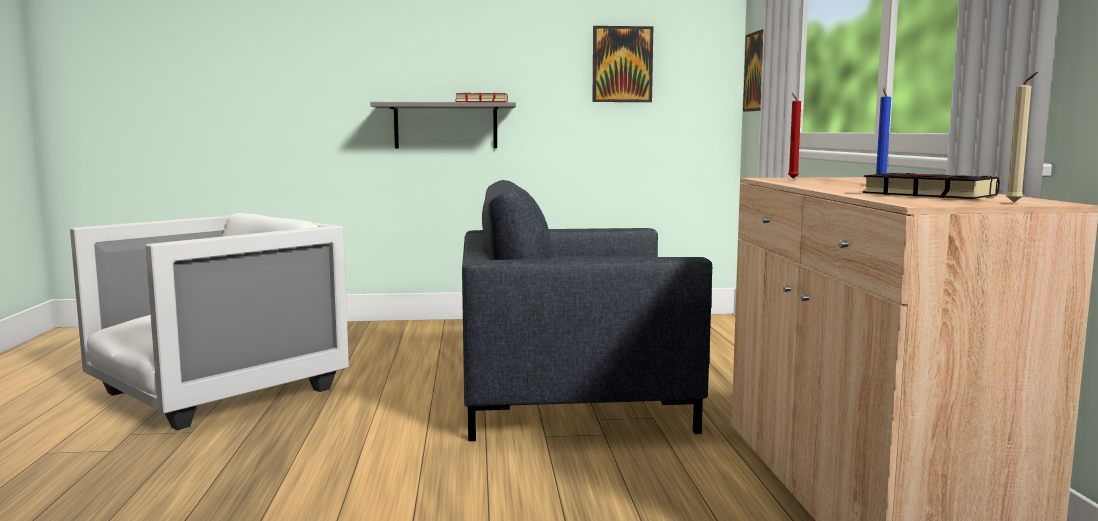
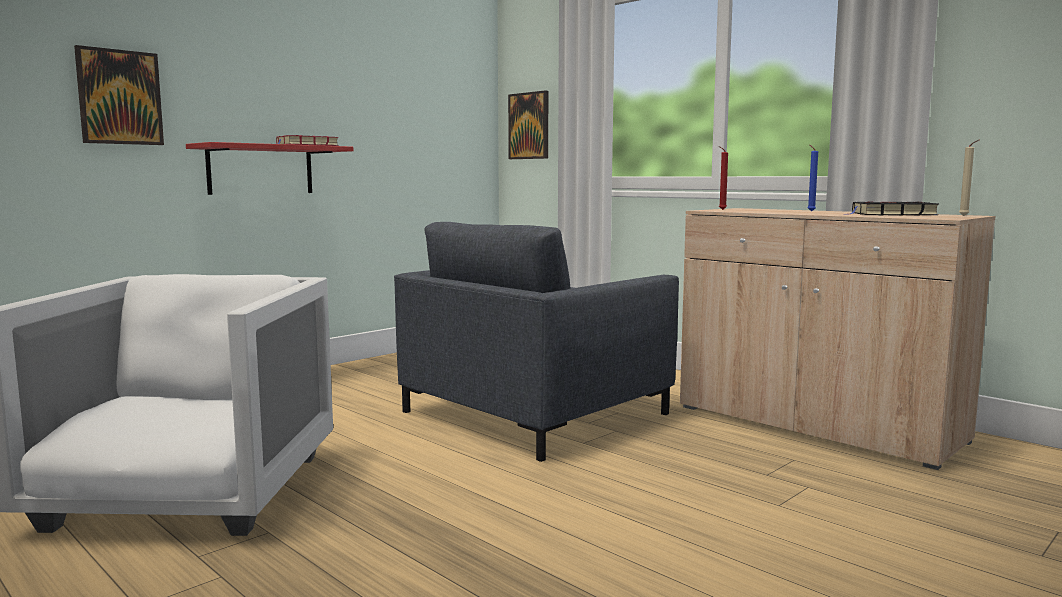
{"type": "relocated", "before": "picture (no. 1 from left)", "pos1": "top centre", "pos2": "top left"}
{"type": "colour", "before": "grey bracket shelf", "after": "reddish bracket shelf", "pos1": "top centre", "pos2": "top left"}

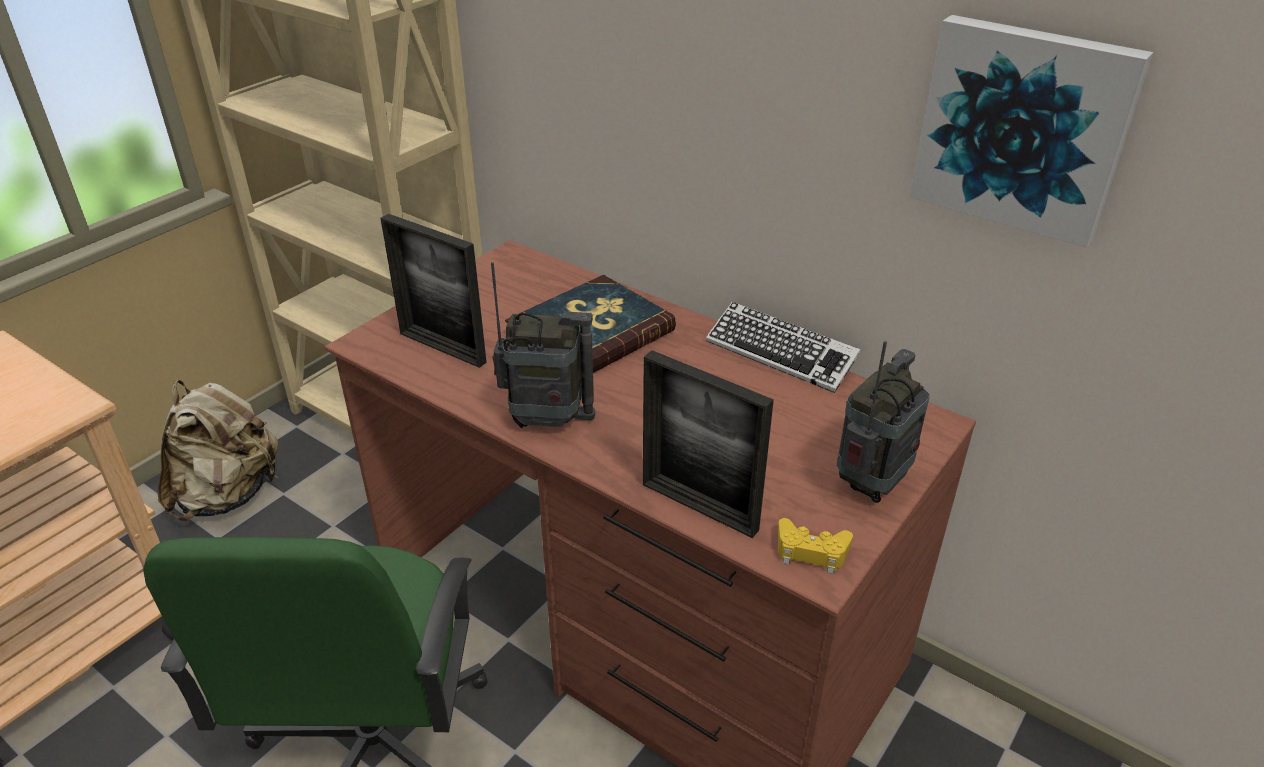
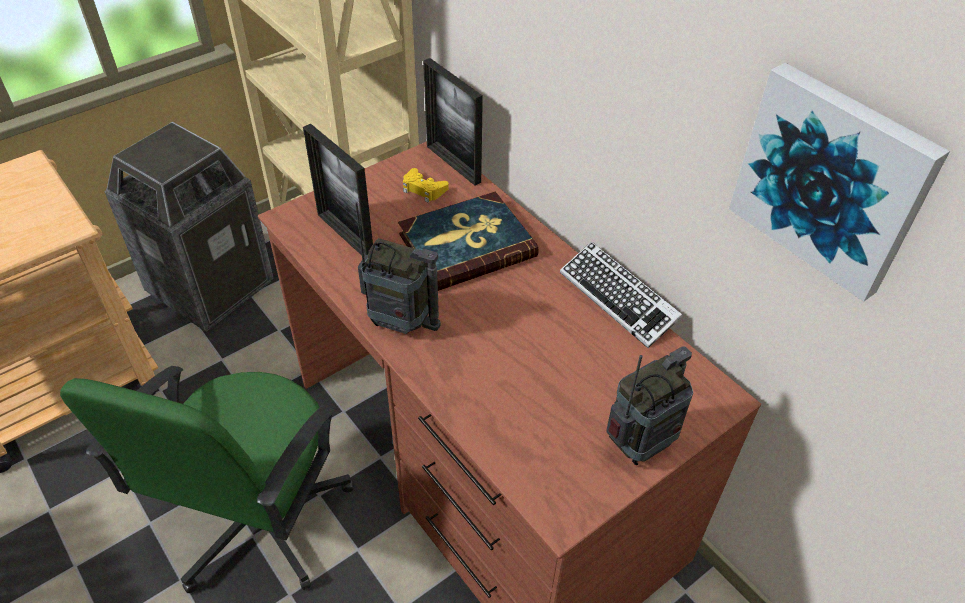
{"type": "relocated", "before": "picture frame (no. 2 from left)", "pos1": "centre", "pos2": "top centre"}
{"type": "exchanged", "before": "beige-coloured knapsack", "after": "rubbish bin", "pos1": "middle left", "pos2": "middle left"}
{"type": "relocated", "before": "yellowish joypad", "pos1": "bottom centre", "pos2": "top centre"}

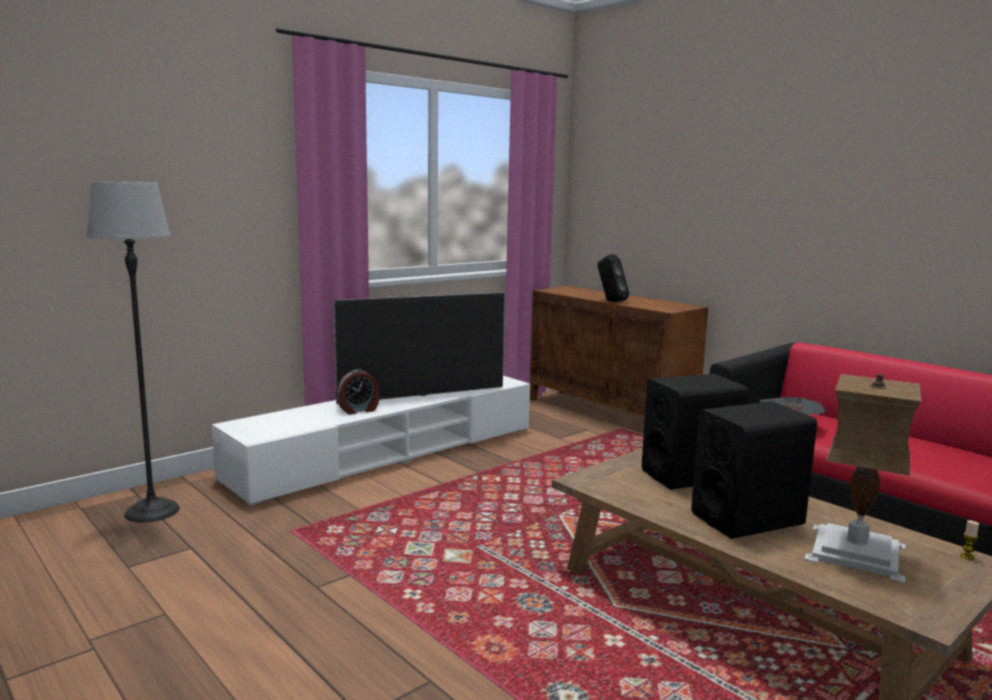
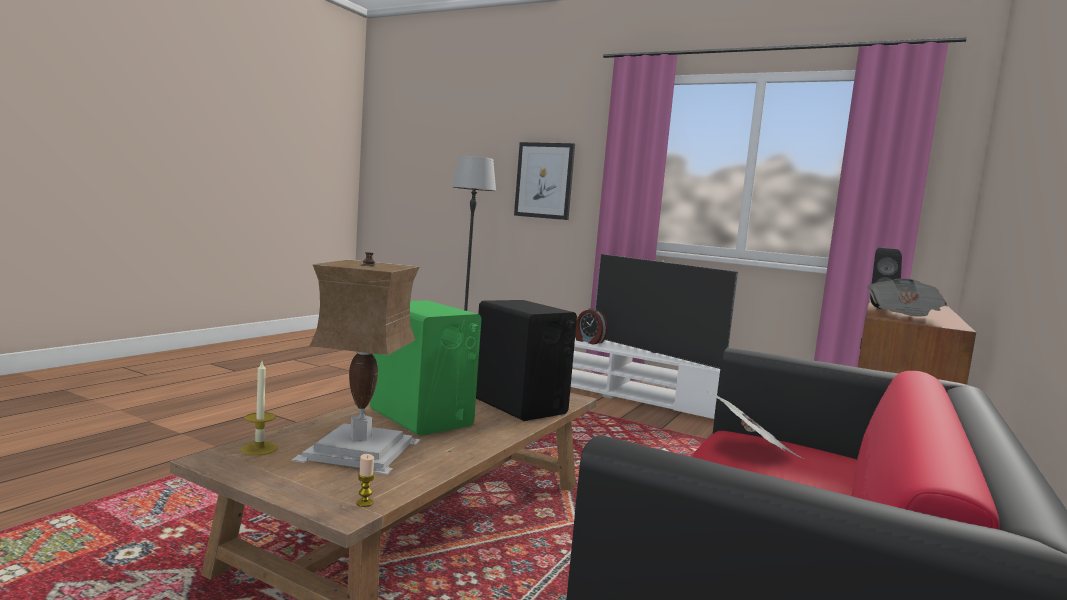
{"type": "colour", "before": "black speaker (no. 3 from left)", "after": "green speaker", "pos1": "bottom right", "pos2": "centre"}
{"type": "appeared", "after": "picture", "pos2": "top centre"}
{"type": "appeared", "after": "printed paper (no. 2 from left)", "pos2": "middle right"}
{"type": "appeared", "after": "candle (no. 1 from left)", "pos2": "bottom left"}

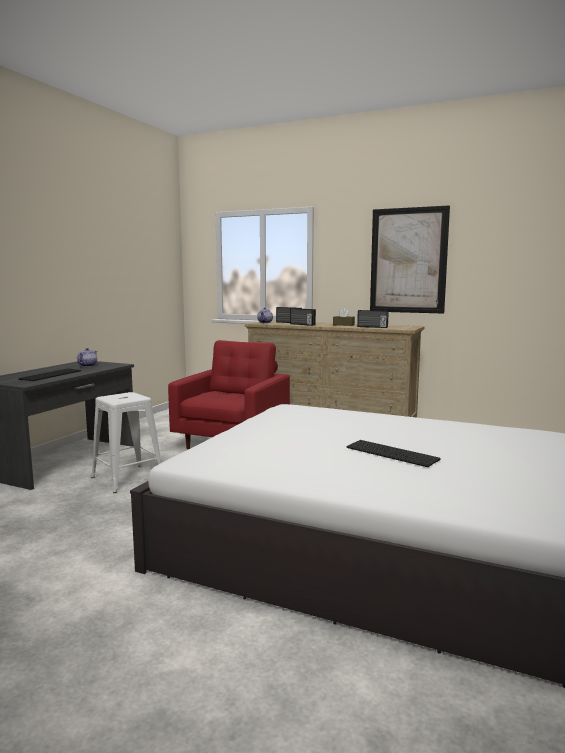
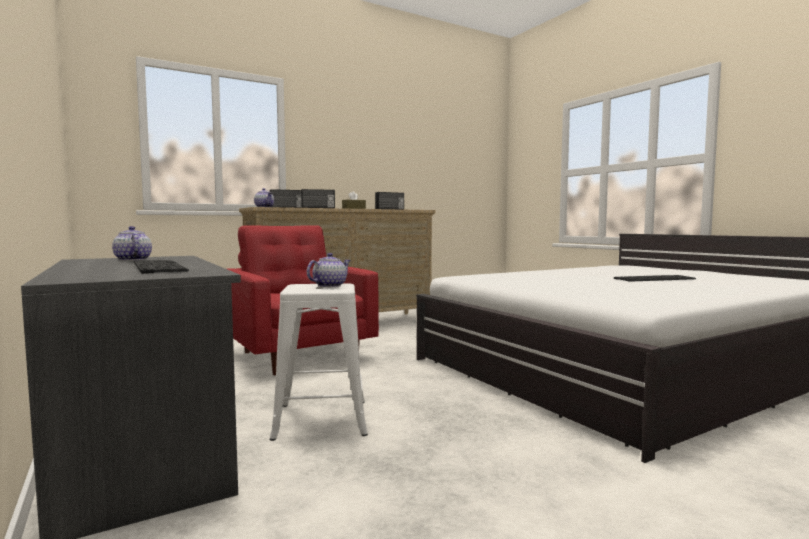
{"type": "missing", "before": "picture", "pos1": "middle right"}
{"type": "appeared", "after": "teapot (no. 3 from left)", "pos2": "centre"}

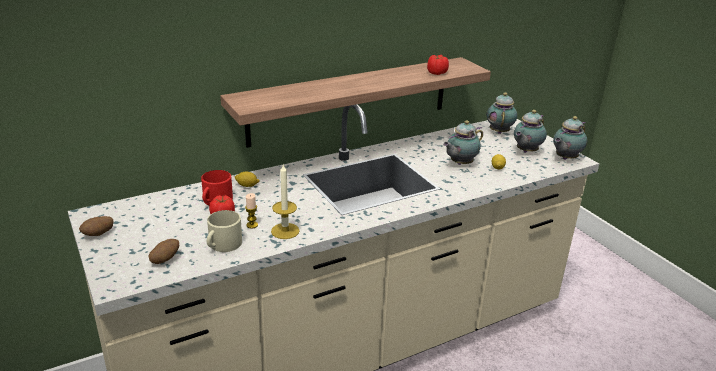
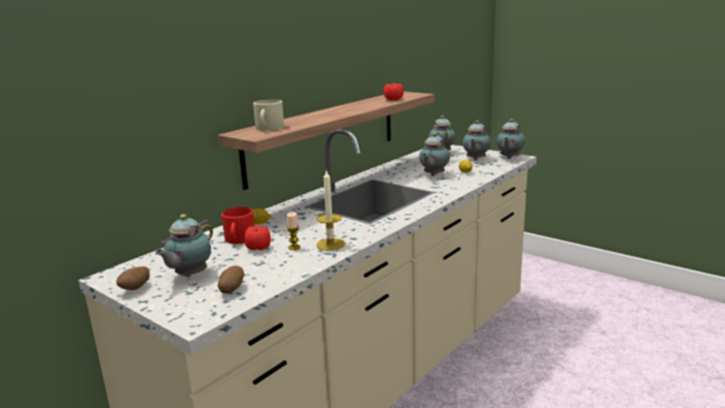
{"type": "relocated", "before": "beige-coloured tea mug", "pos1": "middle left", "pos2": "top centre"}
{"type": "appeared", "after": "teapot (no. 1 from left)", "pos2": "middle left"}

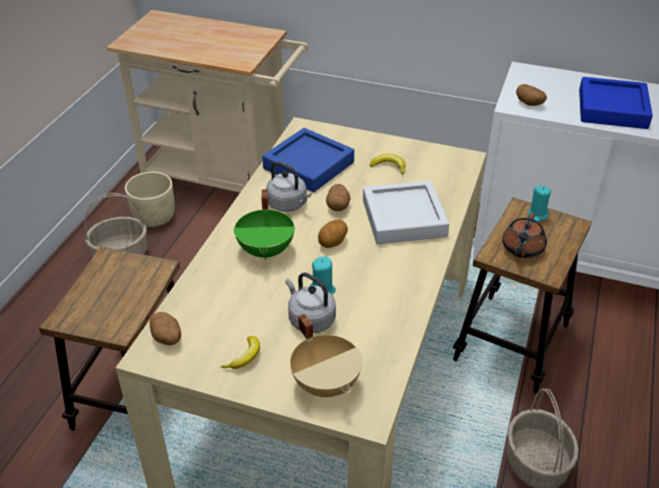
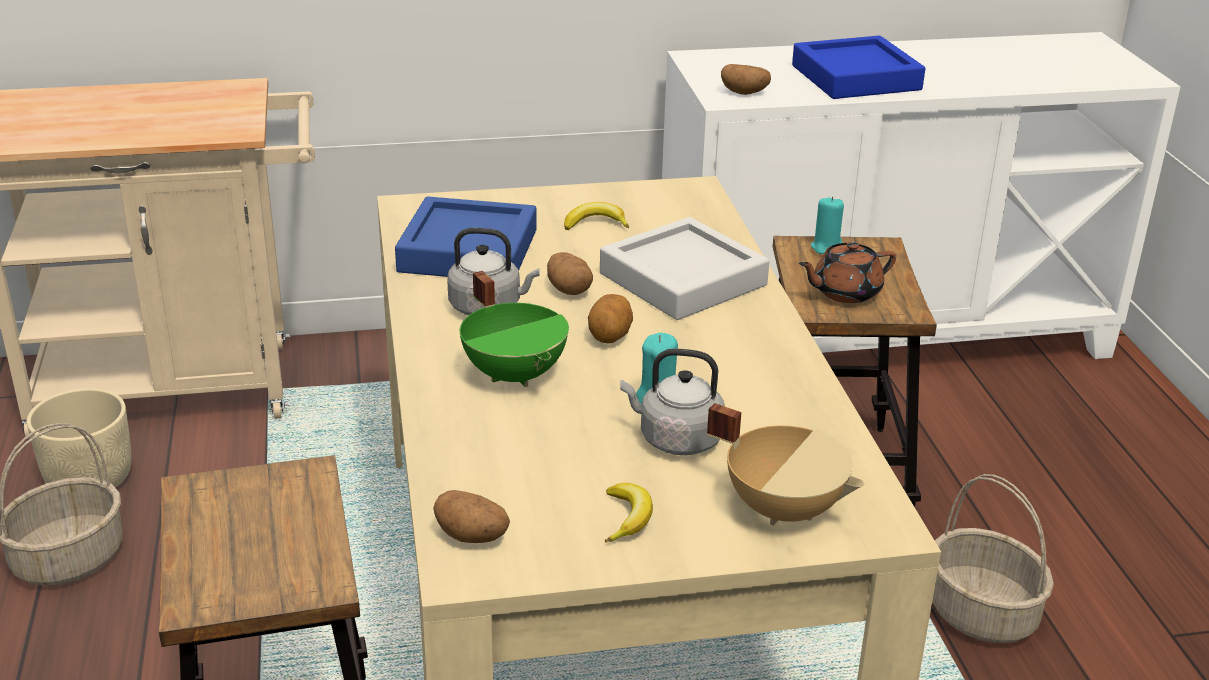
{"type": "spun", "before": "brownish teapot", "pos1": "middle right", "pos2": "middle right", "turn": 75}

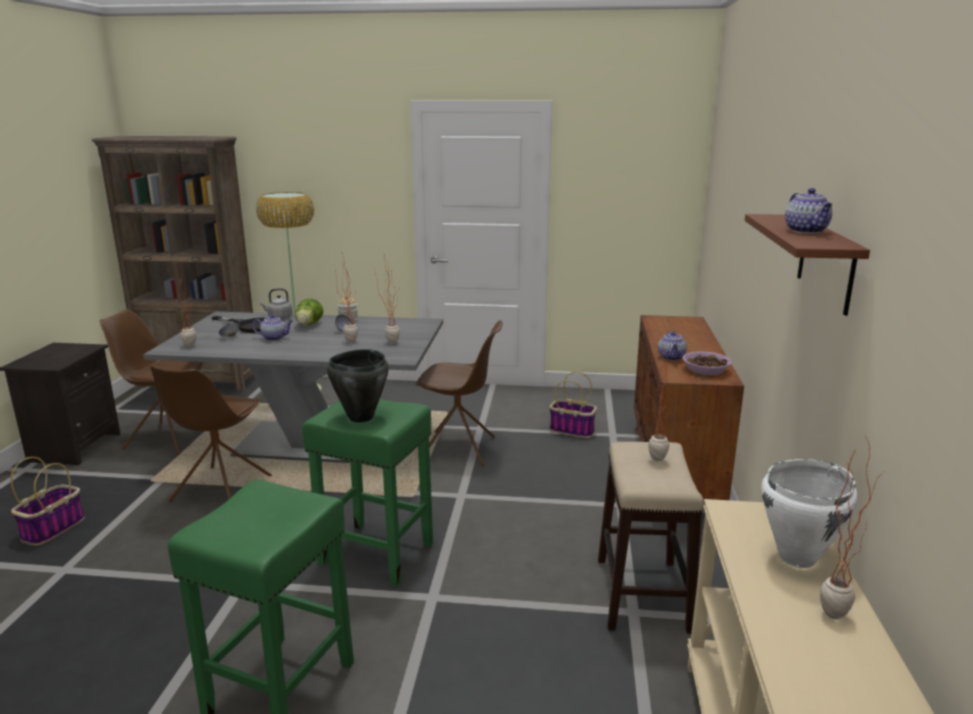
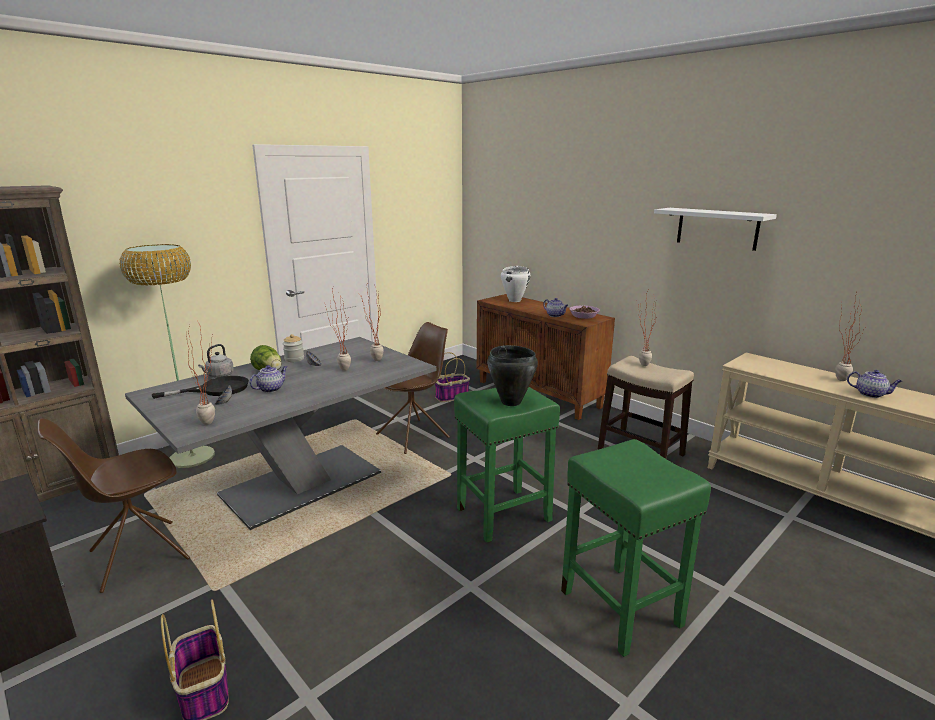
{"type": "relocated", "before": "teapot (no. 3 from left)", "pos1": "top right", "pos2": "middle right"}
{"type": "colour", "before": "brownish bracket shelf", "after": "whitish bracket shelf", "pos1": "middle right", "pos2": "top right"}
{"type": "missing", "before": "brownish plain chair (no. 2 from left)", "pos1": "middle left"}
{"type": "relocated", "before": "whitish cooking pot", "pos1": "bottom right", "pos2": "centre"}

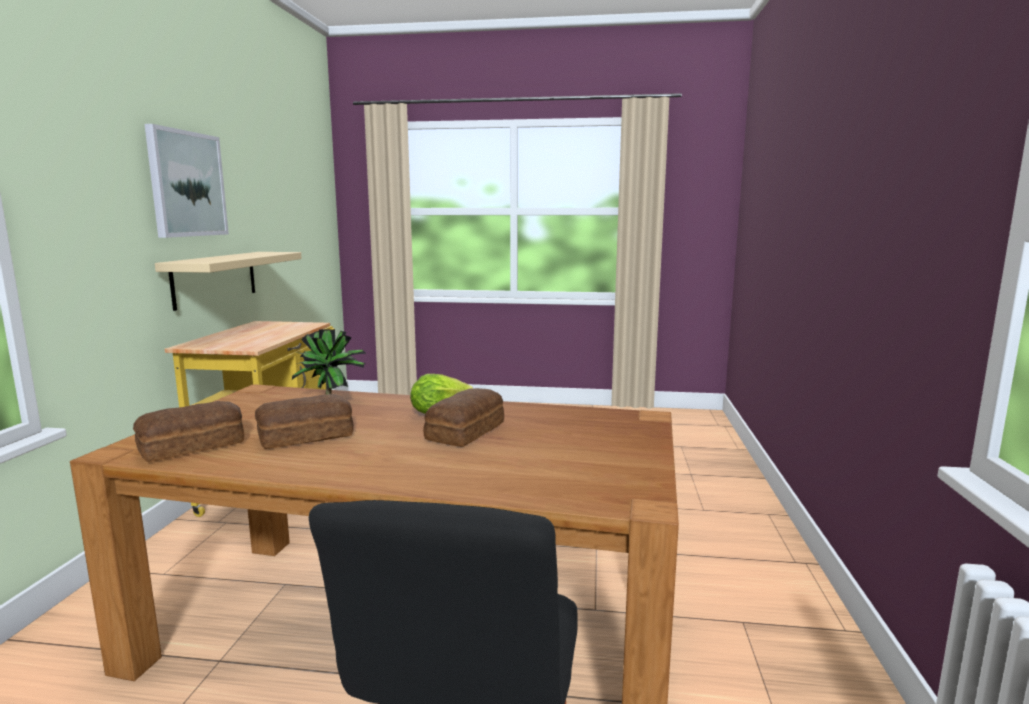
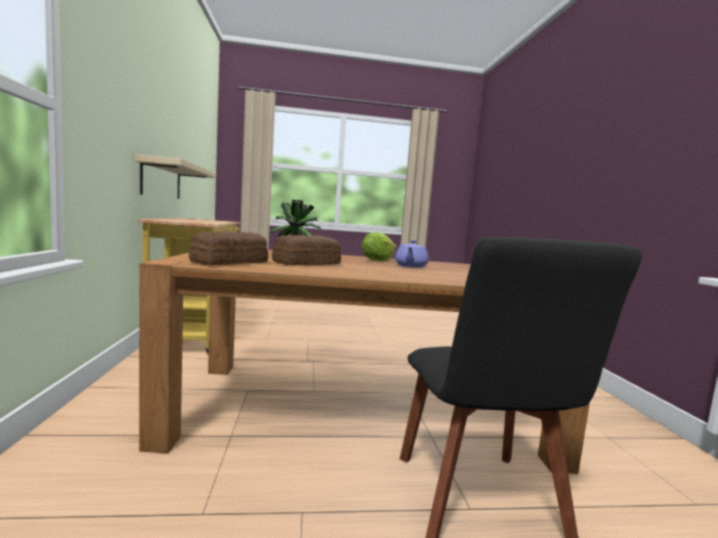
{"type": "missing", "before": "picture", "pos1": "top left"}
{"type": "exchanged", "before": "bread (no. 3 from left)", "after": "purplish teapot", "pos1": "centre", "pos2": "centre"}

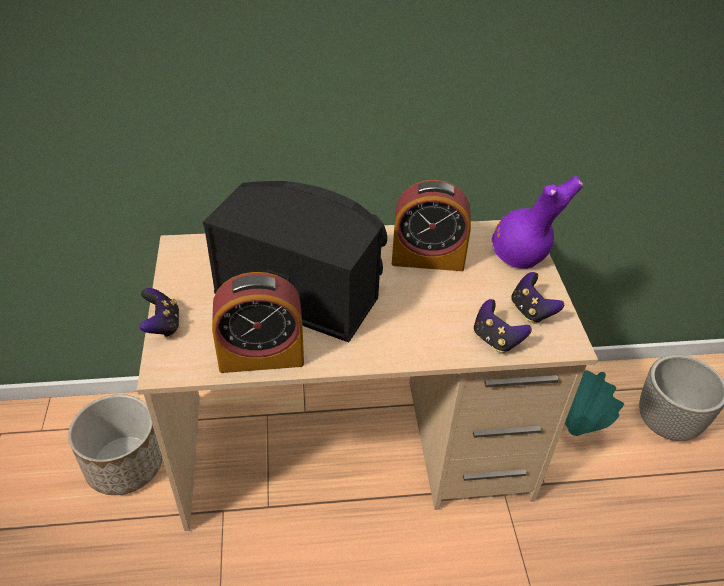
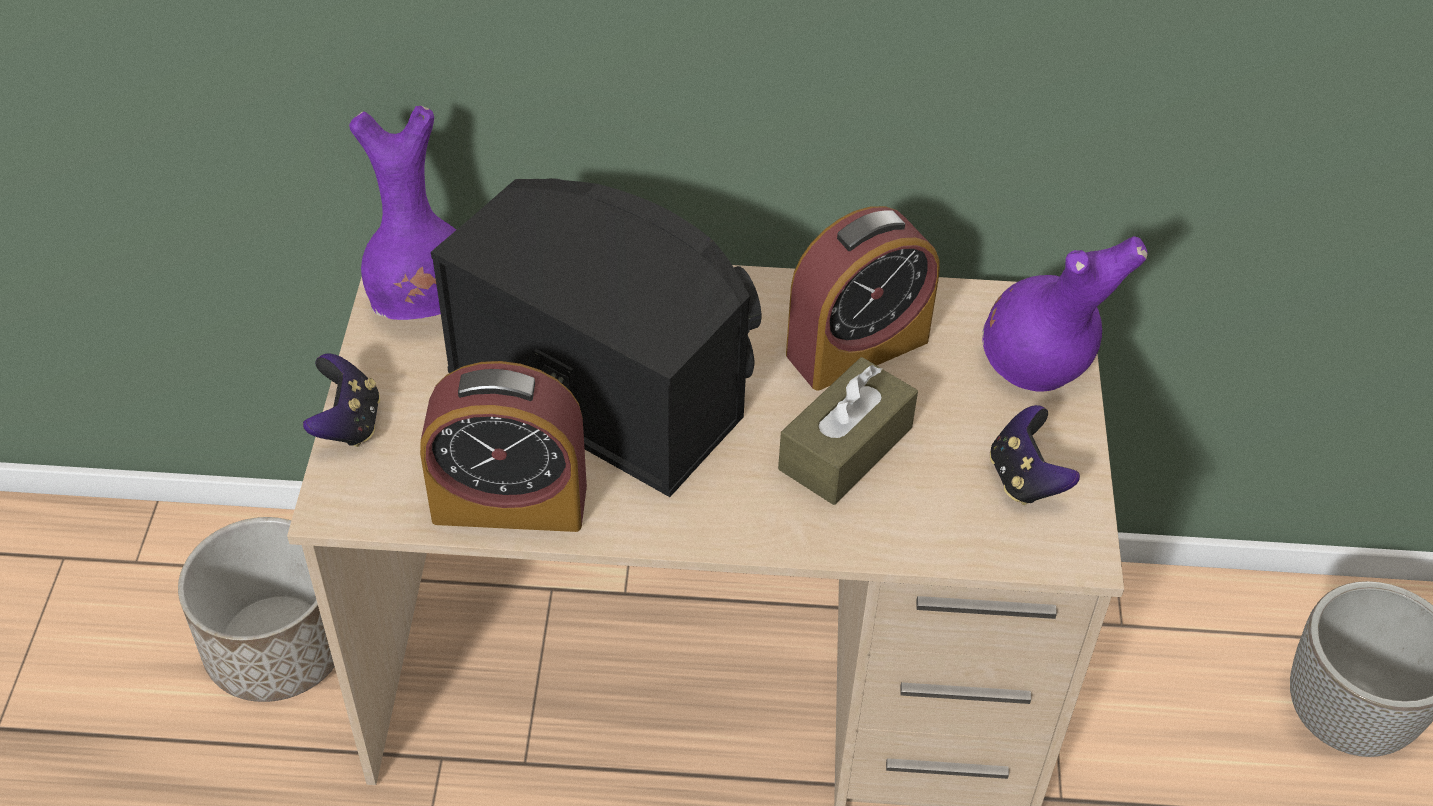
{"type": "spun", "before": "alarm clock (no. 2 from left)", "pos1": "centre", "pos2": "centre", "turn": -45}
{"type": "missing", "before": "joypad (no. 2 from left)", "pos1": "middle right"}
{"type": "missing", "before": "turquoise vase", "pos1": "bottom right"}
{"type": "appeared", "after": "purplish vase (no. 1 from left)", "pos2": "top left"}
{"type": "appeared", "after": "brownish tissue holder", "pos2": "centre"}

